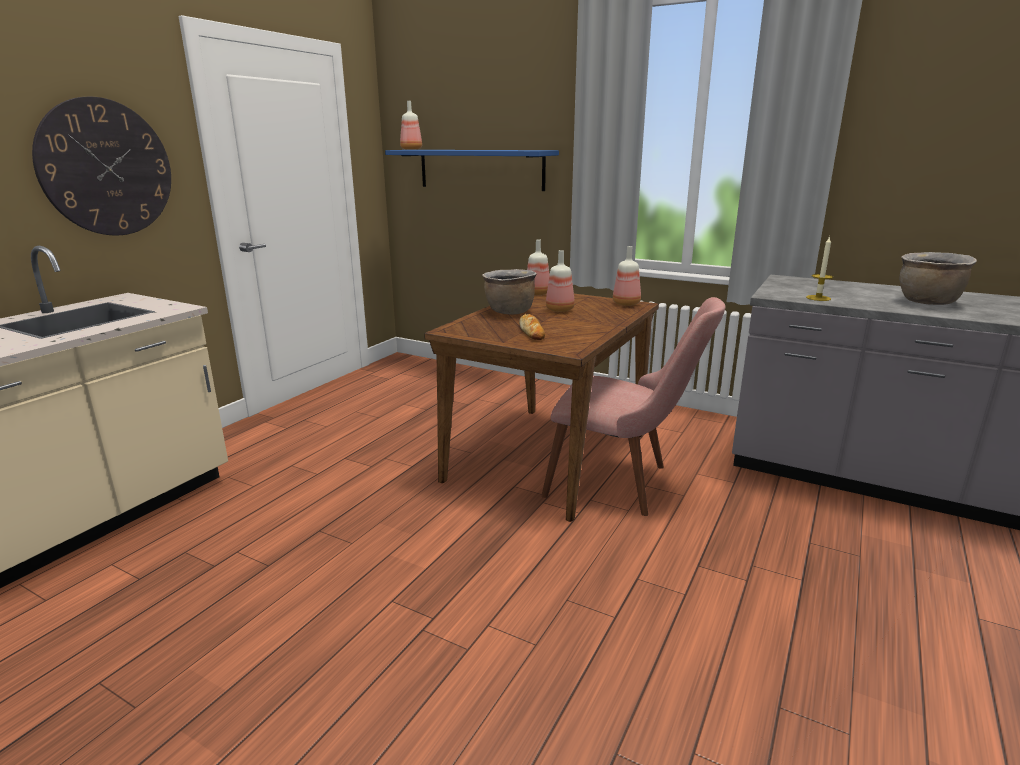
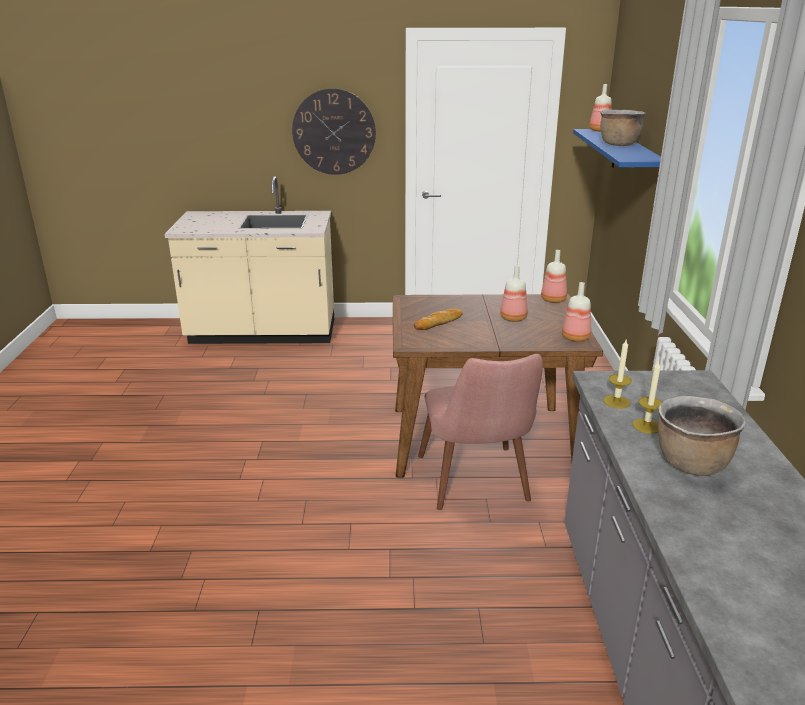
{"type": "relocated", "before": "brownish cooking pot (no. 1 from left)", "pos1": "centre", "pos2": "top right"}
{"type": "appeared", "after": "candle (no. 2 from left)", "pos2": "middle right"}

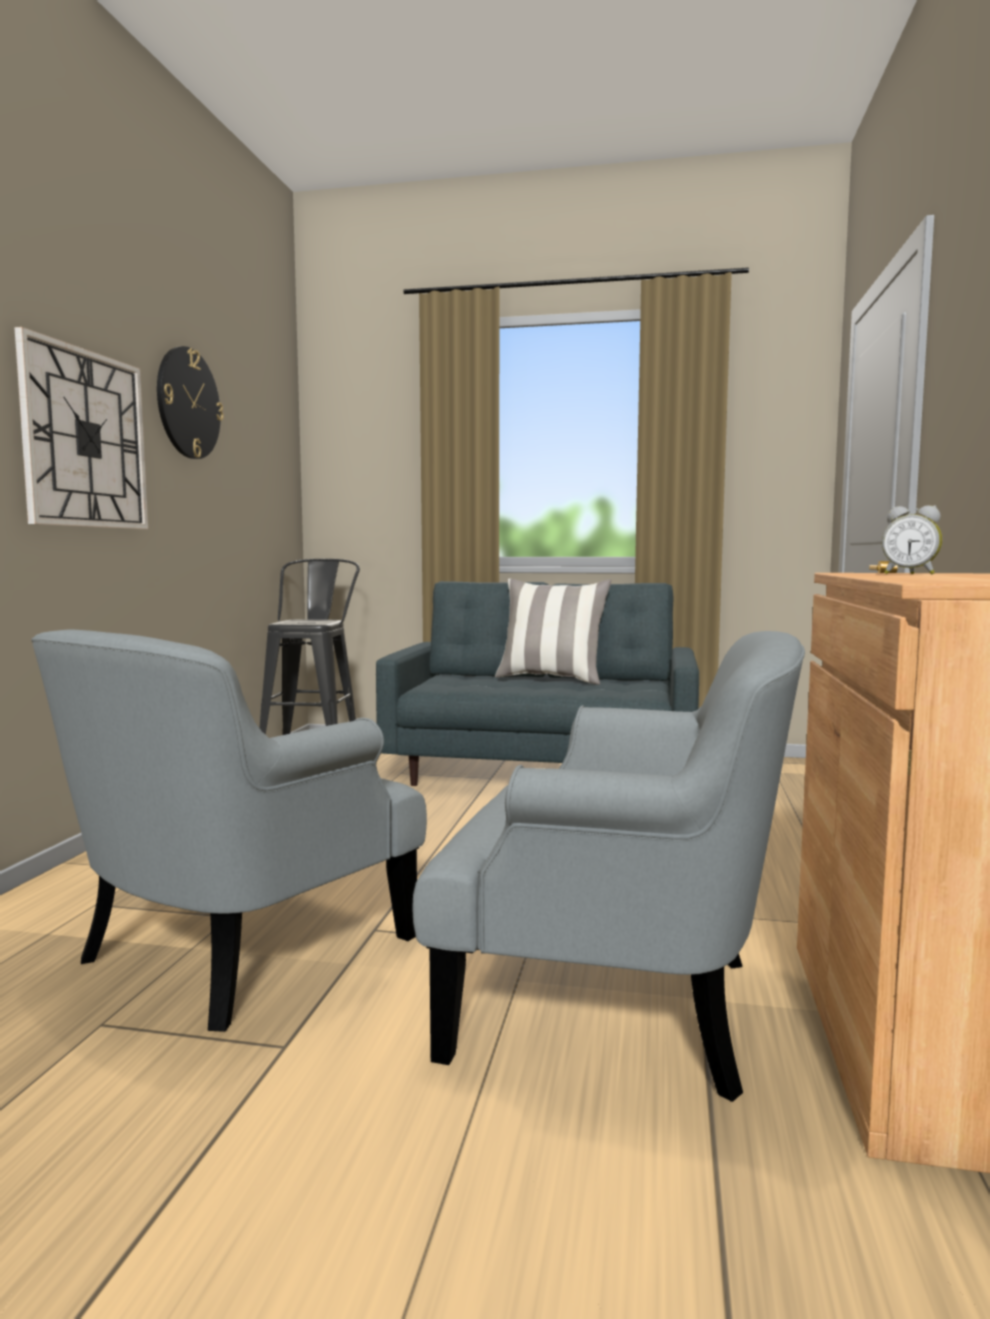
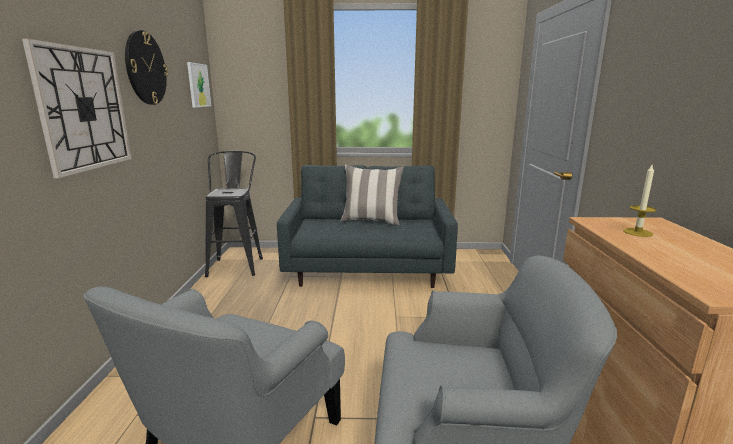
{"type": "exchanged", "before": "alarm clock", "after": "candle", "pos1": "middle right", "pos2": "middle right"}
{"type": "appeared", "after": "picture", "pos2": "top left"}

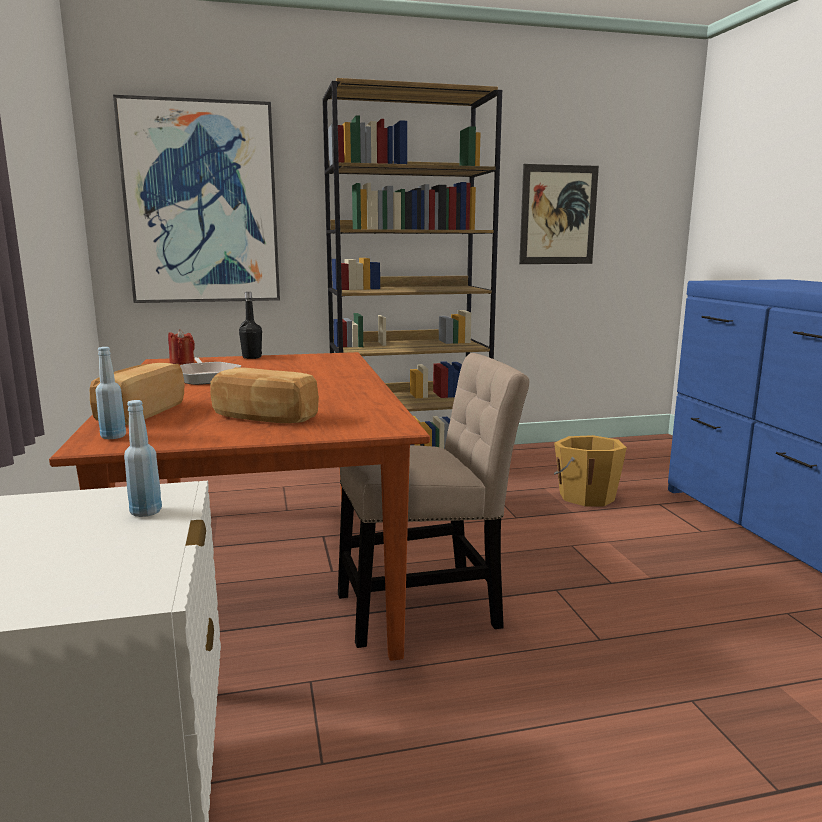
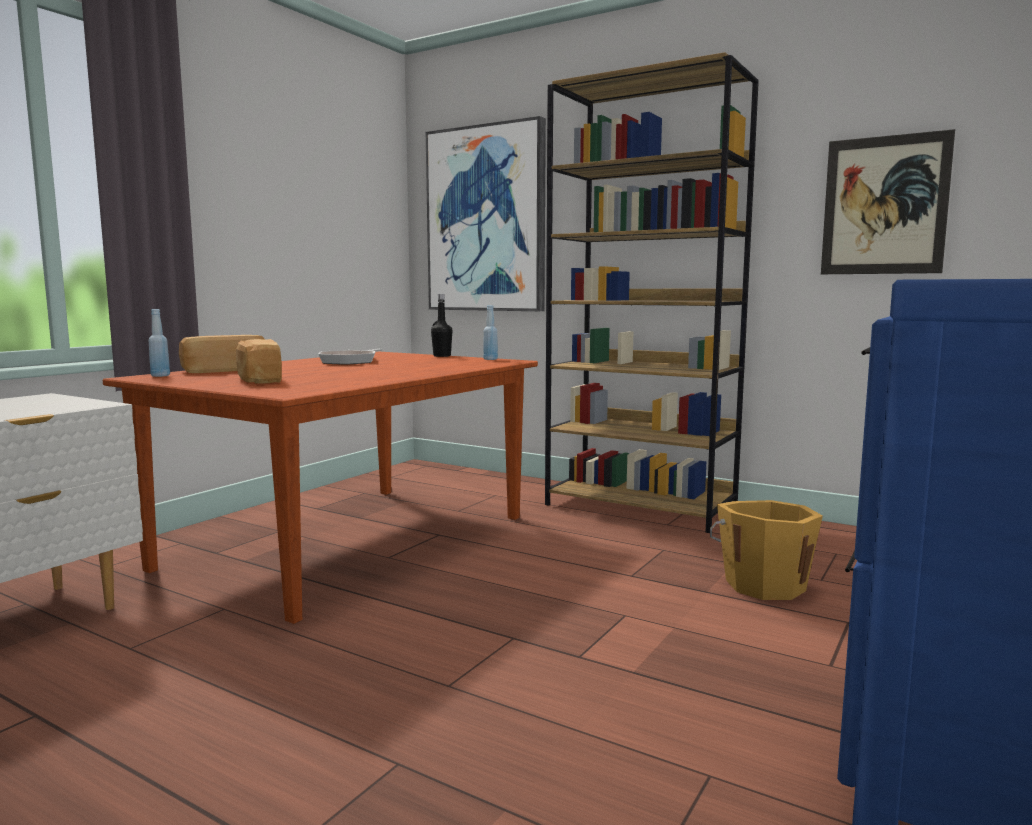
{"type": "missing", "before": "reddish candle", "pos1": "middle left"}
{"type": "missing", "before": "beige-coloured plain chair", "pos1": "centre"}
{"type": "relocated", "before": "blue beverage bottle (no. 2 from left)", "pos1": "middle left", "pos2": "centre"}

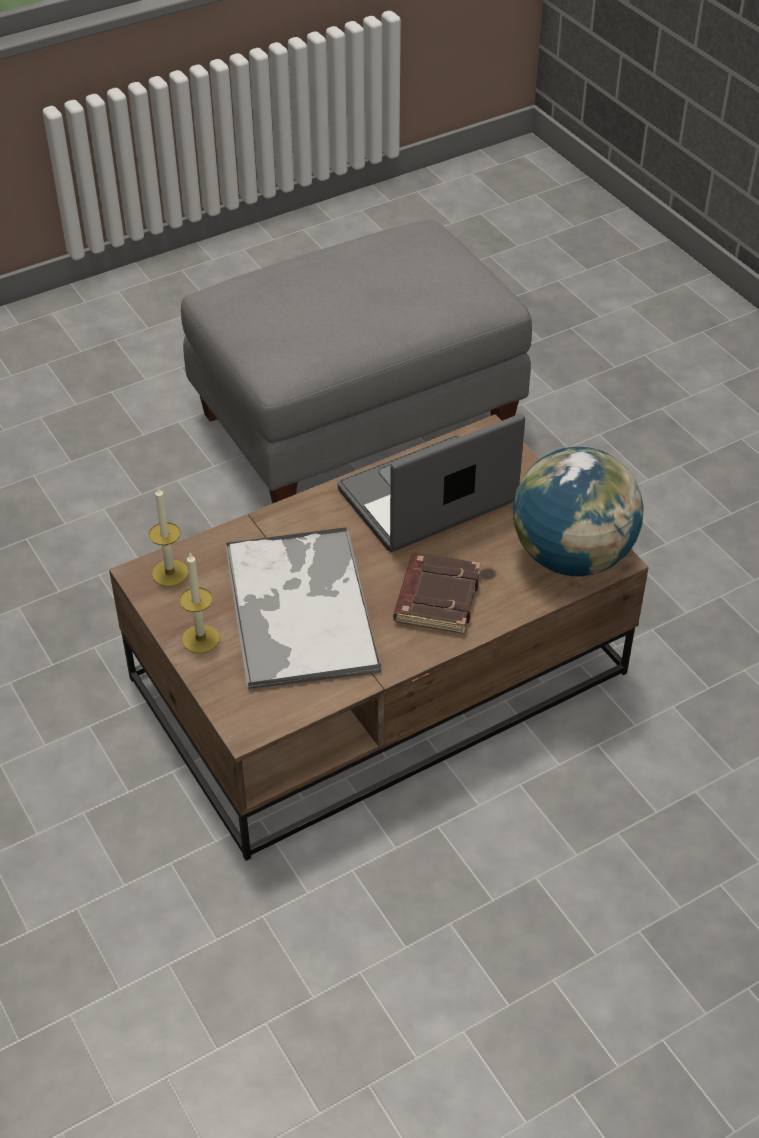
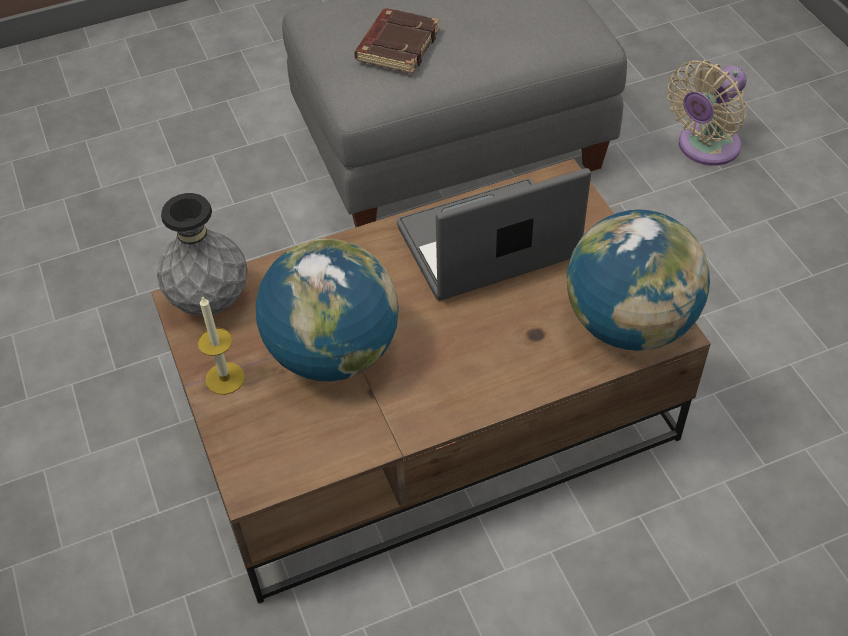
{"type": "exchanged", "before": "candle (no. 1 from left)", "after": "grey vase", "pos1": "middle left", "pos2": "middle left"}
{"type": "exchanged", "before": "serving tray", "after": "world globe (no. 1 from left)", "pos1": "centre", "pos2": "centre"}
{"type": "relocated", "before": "brownish bound book", "pos1": "centre", "pos2": "top centre"}
{"type": "appeared", "after": "beige-coloured cooling fan", "pos2": "top right"}

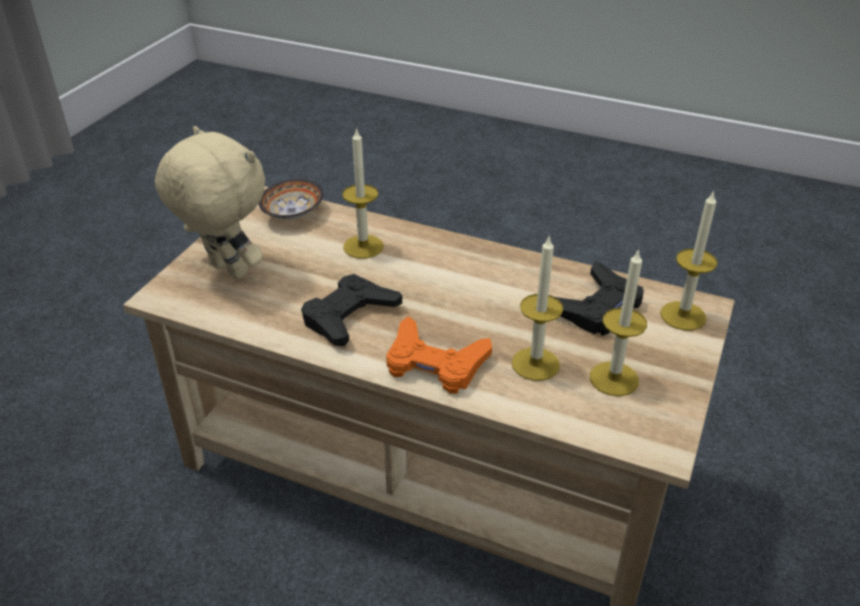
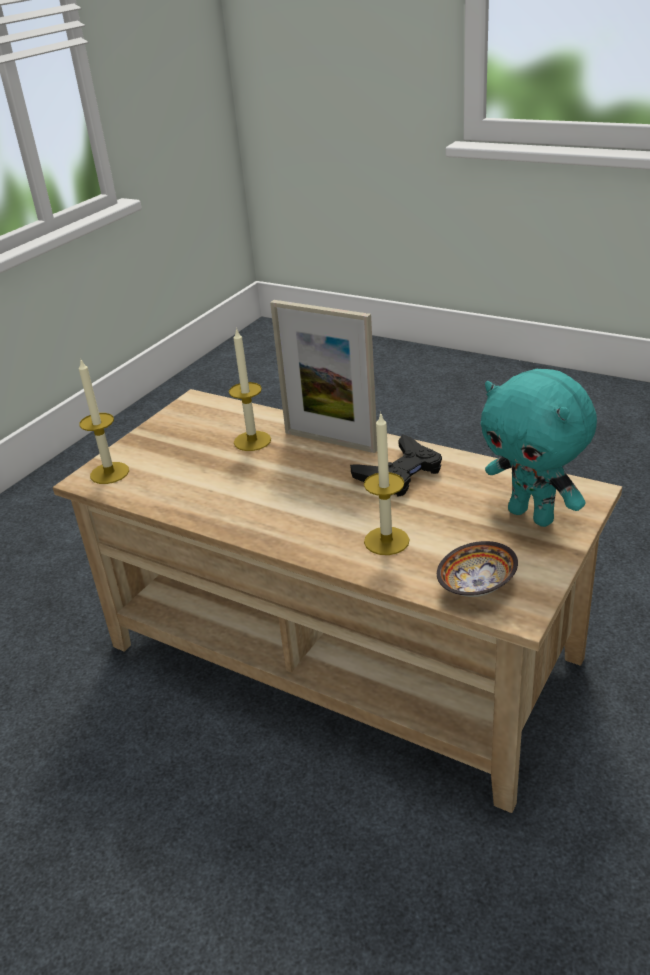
{"type": "colour", "before": "beige-coloured soft toy", "after": "turquoise soft toy", "pos1": "middle left", "pos2": "middle right"}
{"type": "missing", "before": "candle (no. 3 from left)", "pos1": "middle right"}
{"type": "missing", "before": "black joypad (no. 2 from left)", "pos1": "middle right"}
{"type": "exchanged", "before": "orange joypad", "after": "picture frame", "pos1": "centre", "pos2": "centre"}

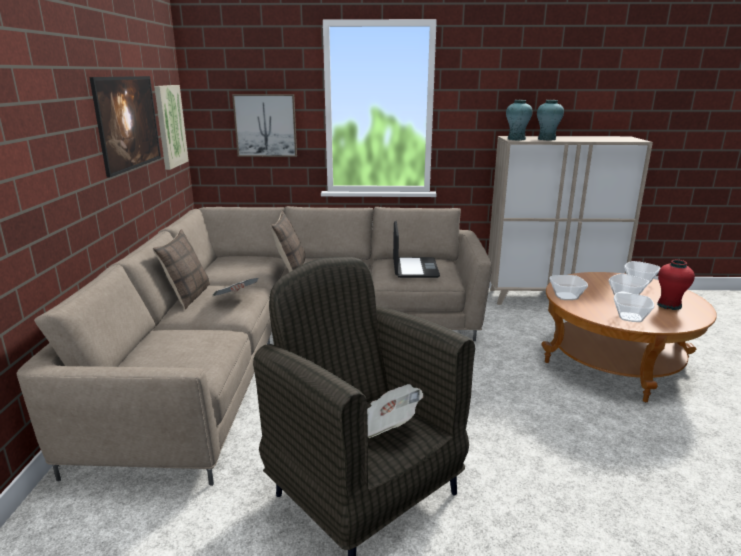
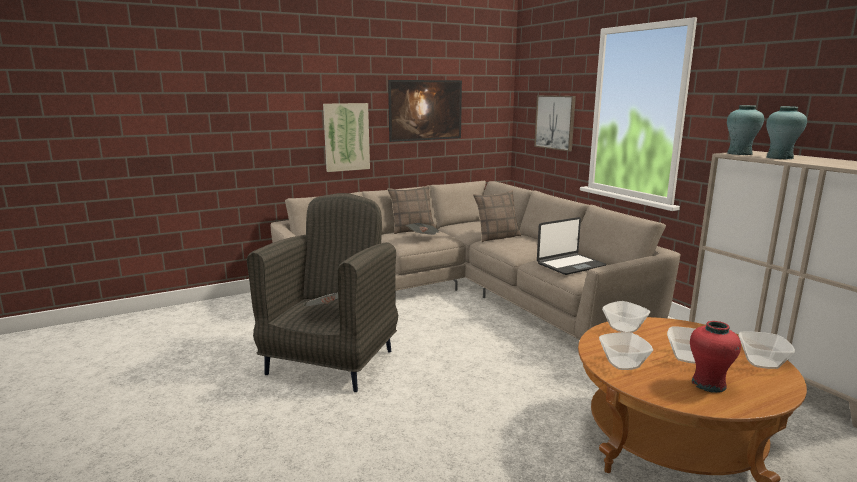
{"type": "relocated", "before": "picture (no. 2 from left in the first image)", "after": "picture (no. 1 from left)", "pos1": "top left", "pos2": "top centre"}

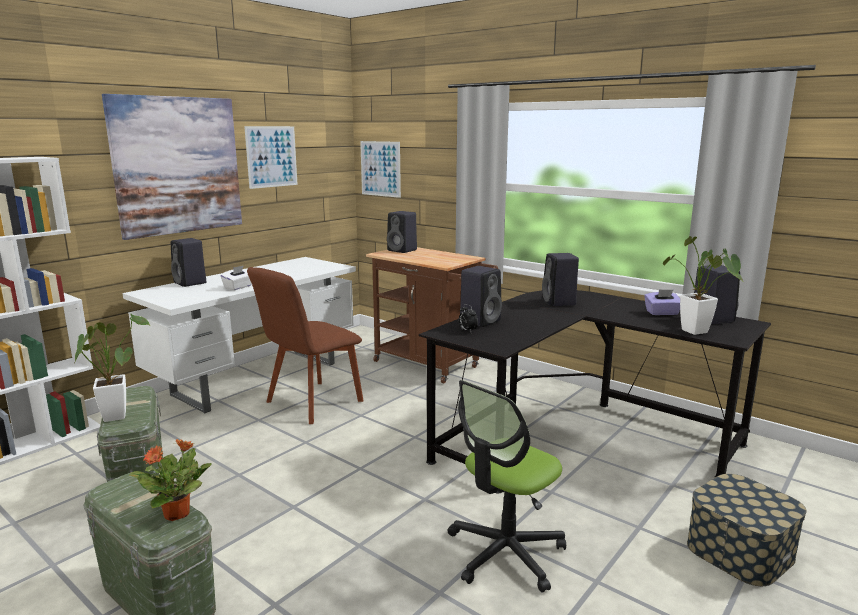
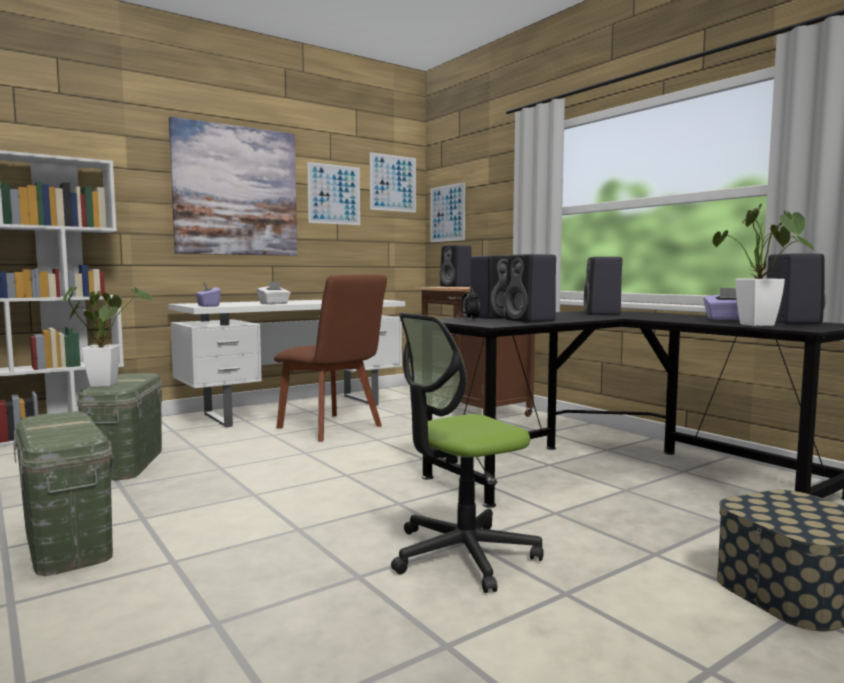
{"type": "relocated", "before": "black speaker (no. 1 from left in the first image)", "after": "black speaker (no. 3 from left)", "pos1": "middle left", "pos2": "centre"}
{"type": "spun", "before": "brownish plain chair", "pos1": "centre", "pos2": "centre", "turn": -105}
{"type": "missing", "before": "houseplant (no. 2 from left)", "pos1": "bottom left"}
{"type": "appeared", "after": "picture (no. 3 from left)", "pos2": "top centre"}
{"type": "appeared", "after": "purplish tissue holder (no. 1 from left)", "pos2": "middle left"}

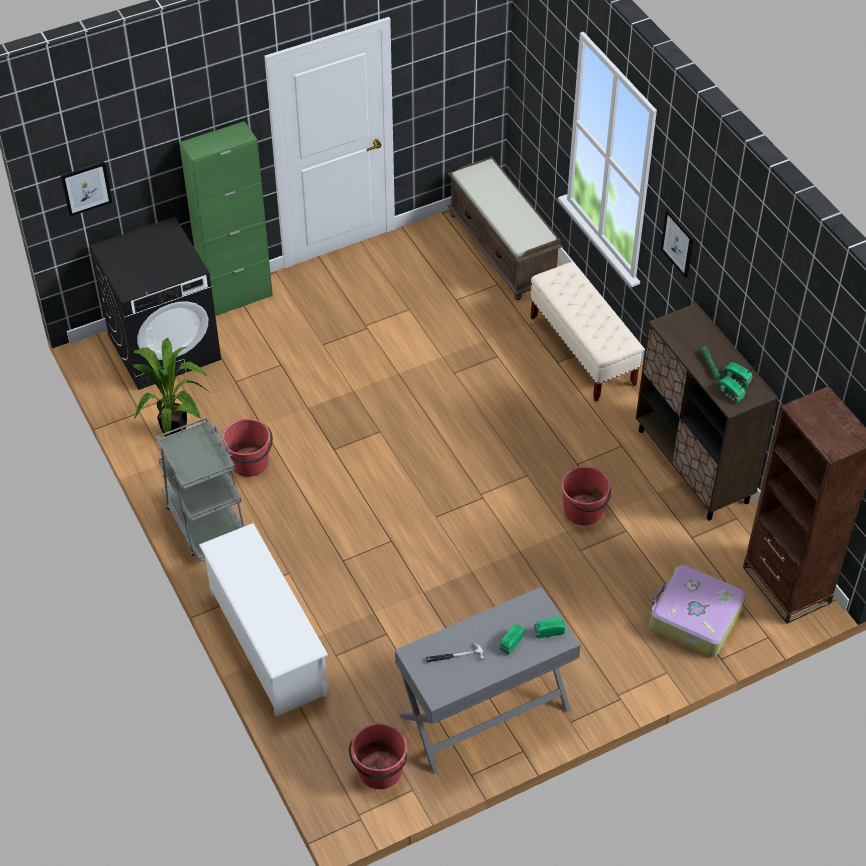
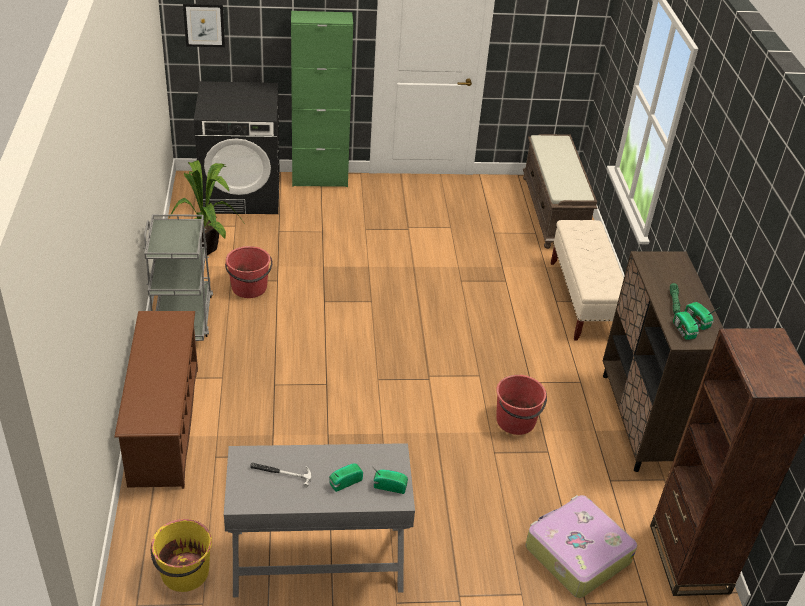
{"type": "missing", "before": "picture (no. 2 from left)", "pos1": "top right"}
{"type": "colour", "before": "whitish shoe stand", "after": "brownish shoe stand", "pos1": "bottom left", "pos2": "middle left"}
{"type": "colour", "before": "reddish bucket (no. 2 from left)", "after": "yellowish bucket", "pos1": "bottom centre", "pos2": "bottom left"}

